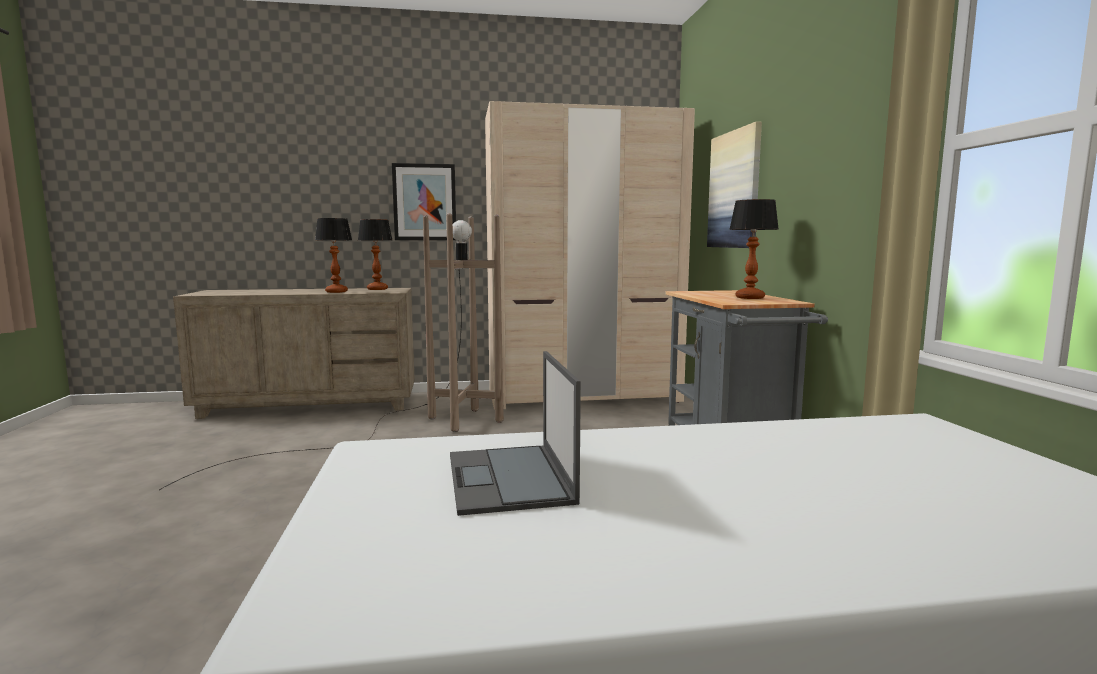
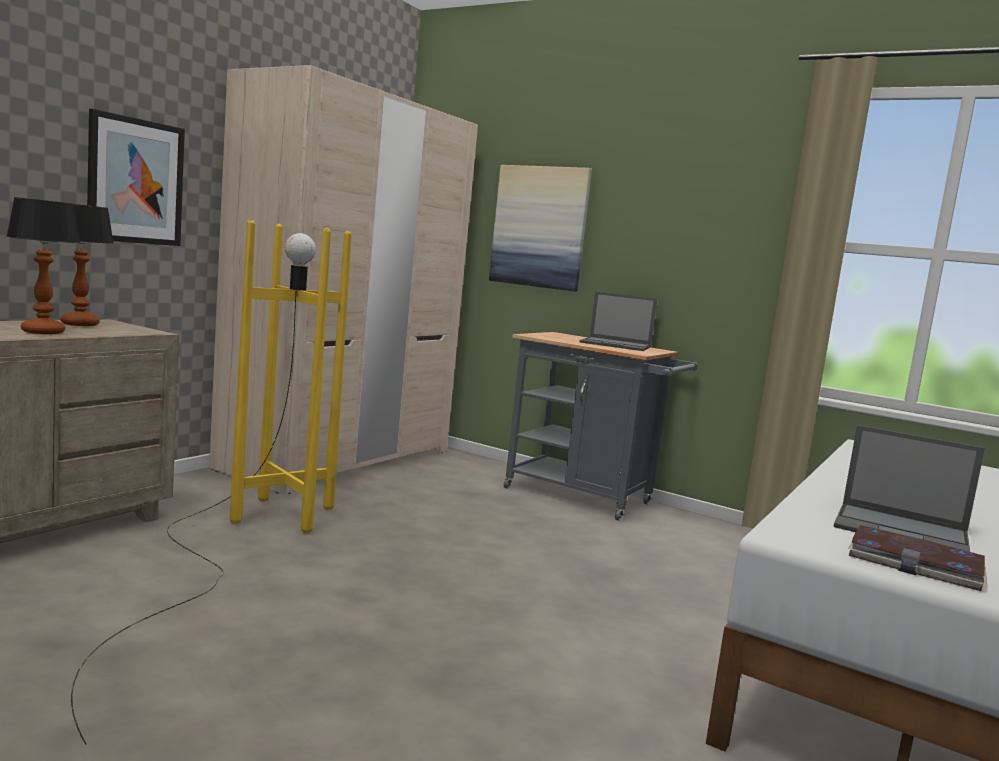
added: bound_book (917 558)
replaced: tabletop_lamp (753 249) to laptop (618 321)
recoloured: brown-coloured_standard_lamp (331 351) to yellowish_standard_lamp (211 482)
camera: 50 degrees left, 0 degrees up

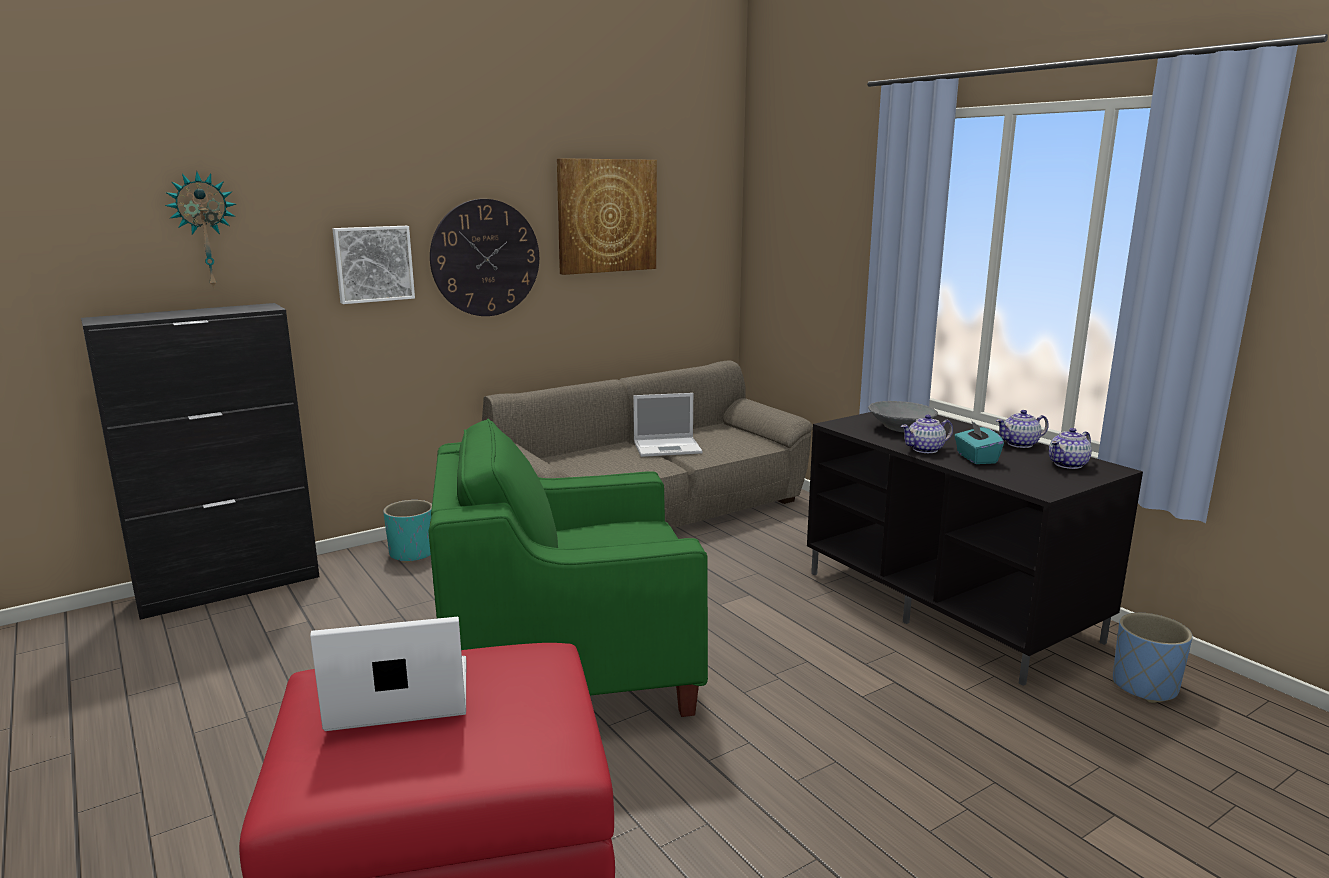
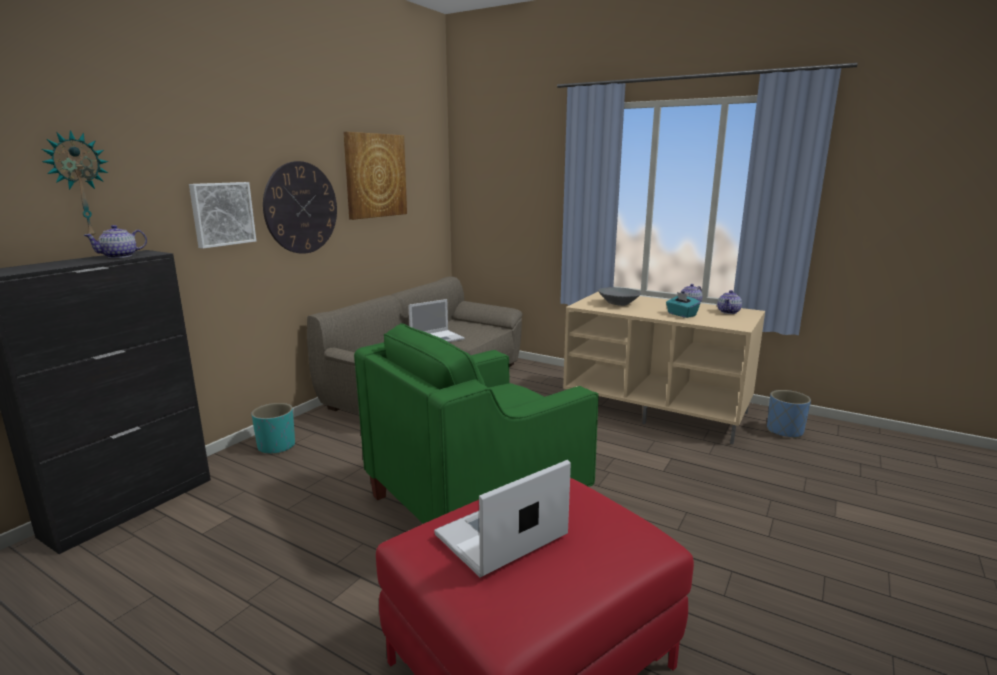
moved: pot_for_tea (927 434) to (115 241)
recoloured: black_tv_unit (975 549) to beige_tv_unit (664 368)
camera: 25 degrees left, 0 degrees up

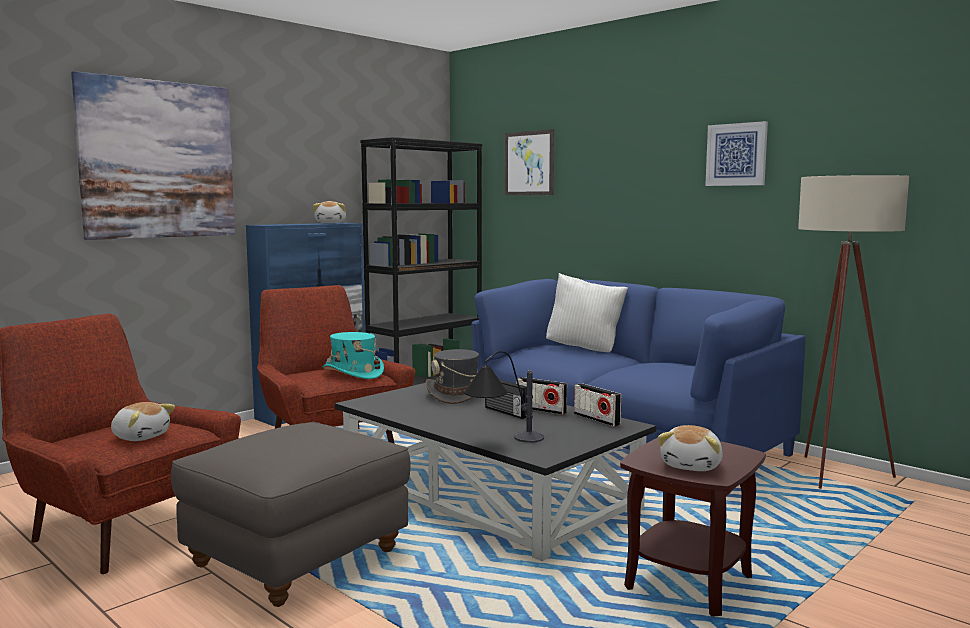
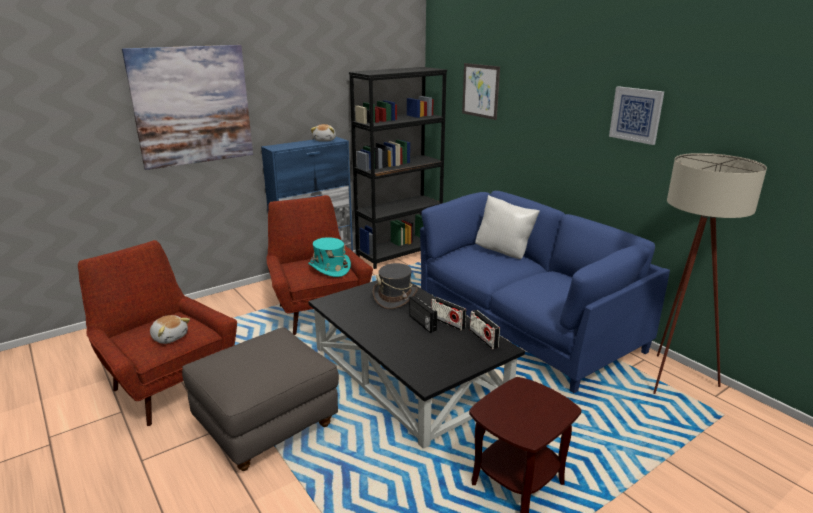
removed: tabletop_lamp (504 397); cuddly_toy (690 448)
camera: 10 degrees right, 15 degrees up

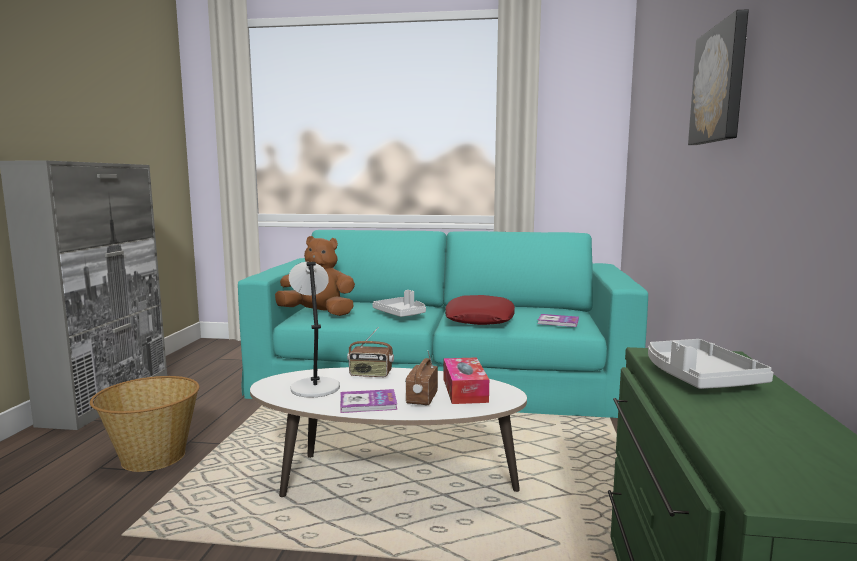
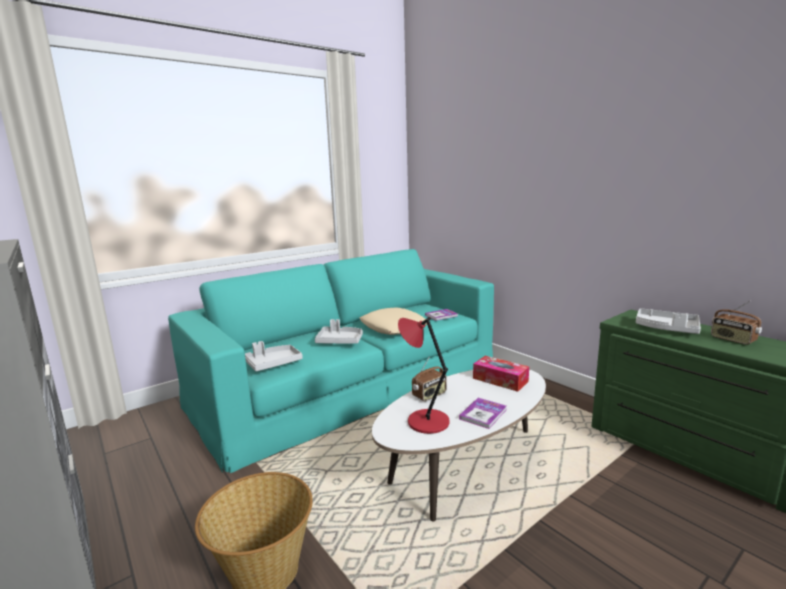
removed: picture (718 77)
moved: radio_receiver (421 378) to (736 323)
replaced: brown-coloured_cuddly_toy (315 276) to greyish_serving_tray (274 356)
recoloured: greyish_tabletop_lamp (314 330) to red-coloured_tabletop_lamp (424 375); red-coloured_pillow (480 310) to beige_pillow (393 321)
camera: 45 degrees left, 5 degrees up

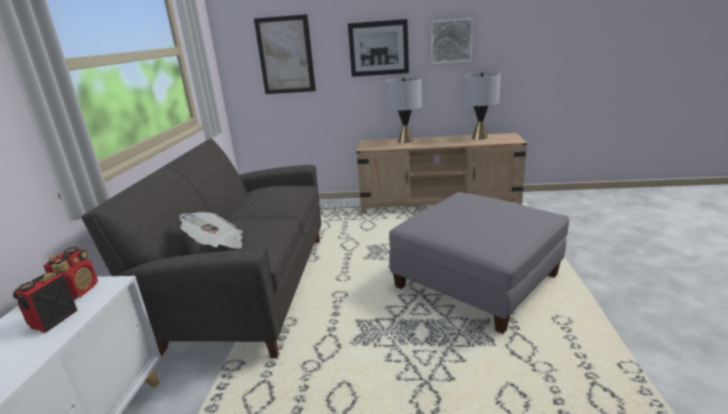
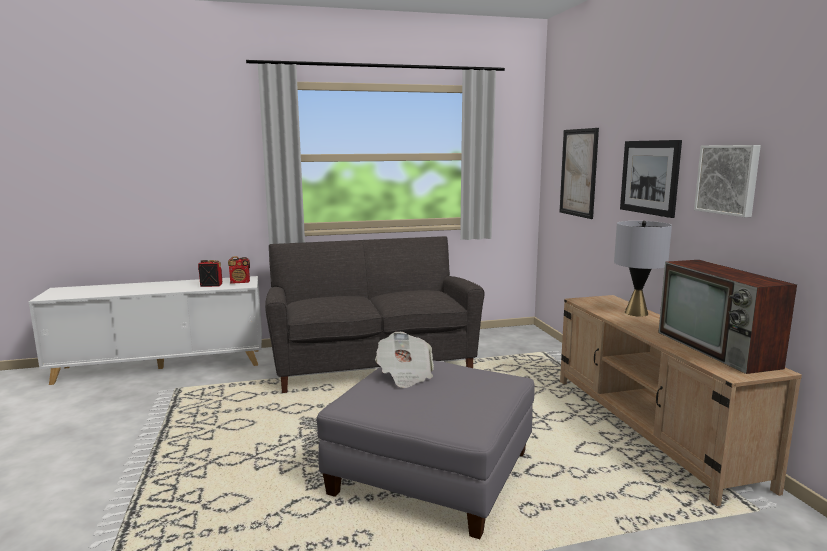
moved: daily_paper (211 230) to (404 360)
replaced: greyish_tabletop_lamp (482 106) to TV (727 317)
camera: 70 degrees right, 10 degrees down

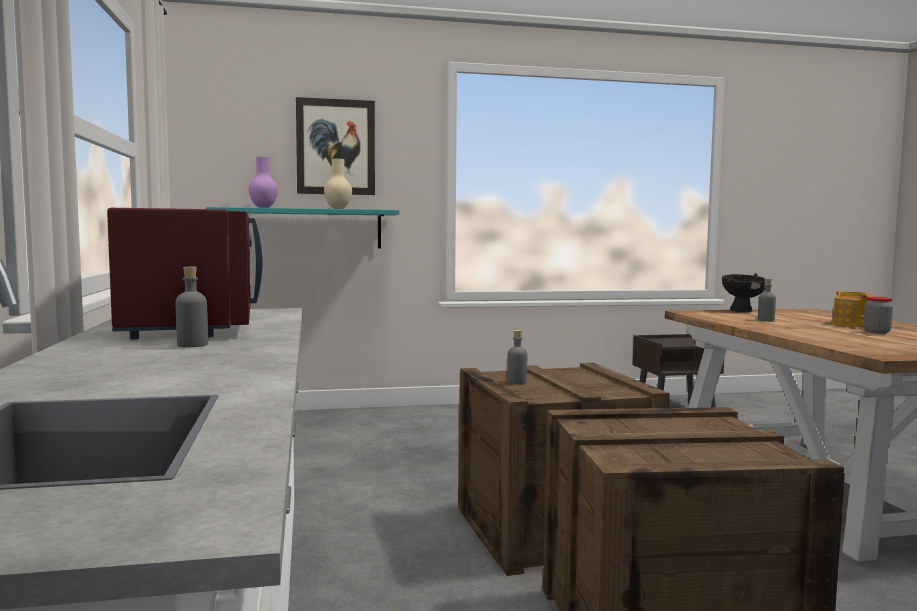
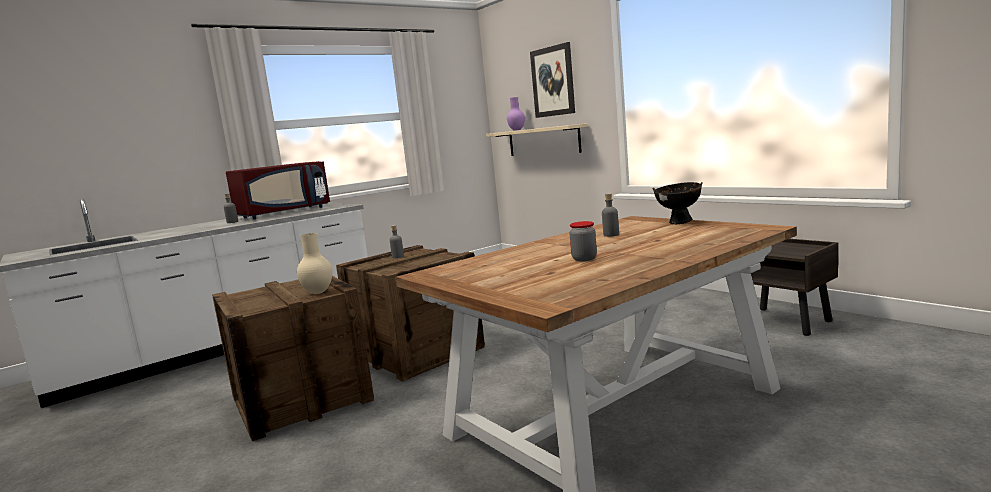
removed: pot_for_tea (853 309)
moved: beige_decorative_vase (338 184) to (314 263)
recoloured: blue-green_wall_shelf (302 227) to beige_wall_shelf (536 139)
camera: 65 degrees right, 5 degrees up

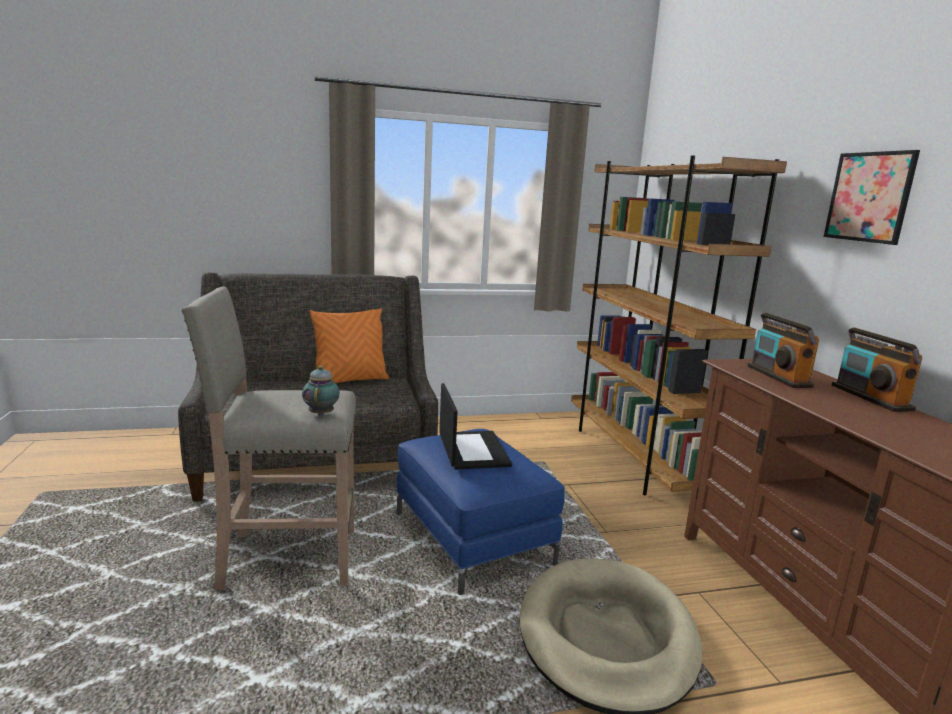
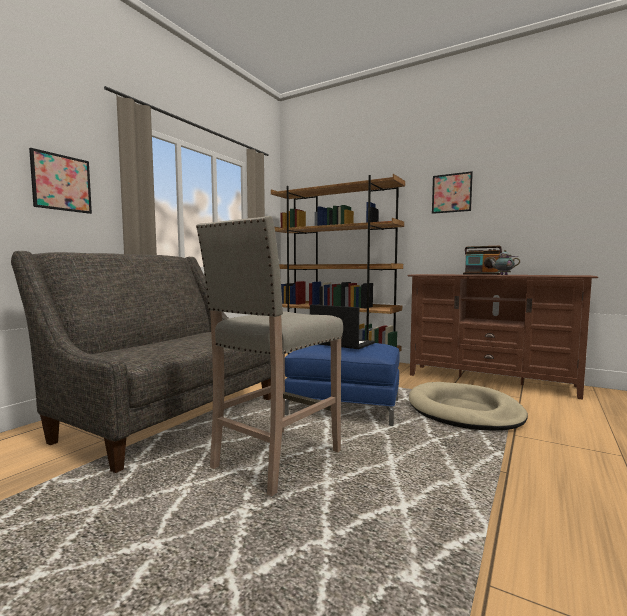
removed: orange-coloured_pillow (349 345); radio_receiver (783 350)
added: picture (60 181)
moved: pot_for_tea (321 391) to (504 262)
camera: 45 degrees left, 10 degrees down

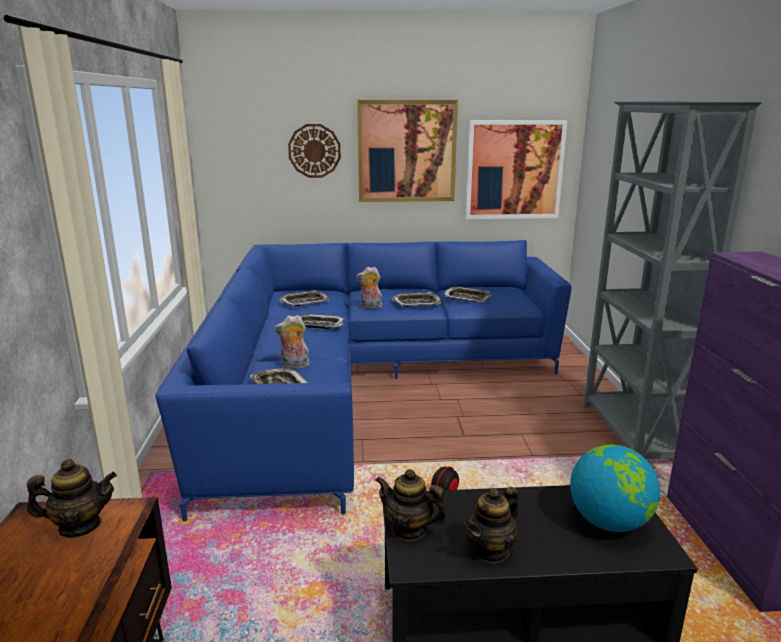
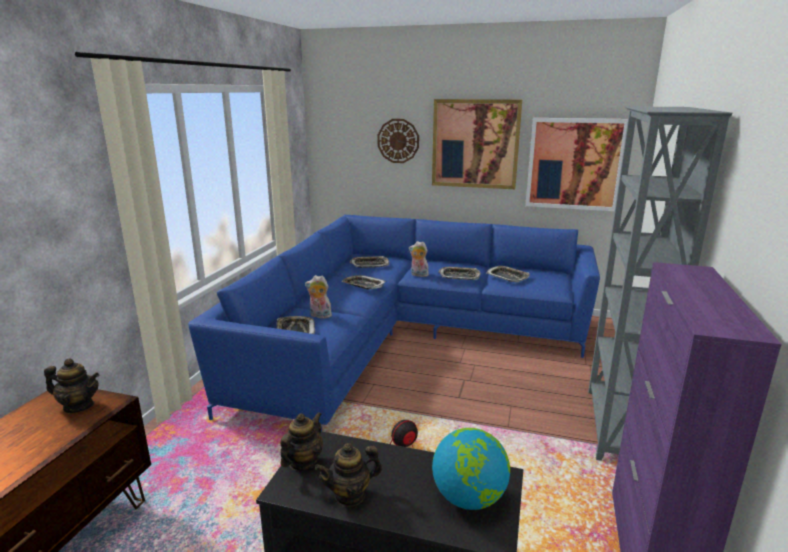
turned: pot_for_tea (411 505) = (301 441) 75 degrees clockwise
camera: 20 degrees right, 0 degrees up

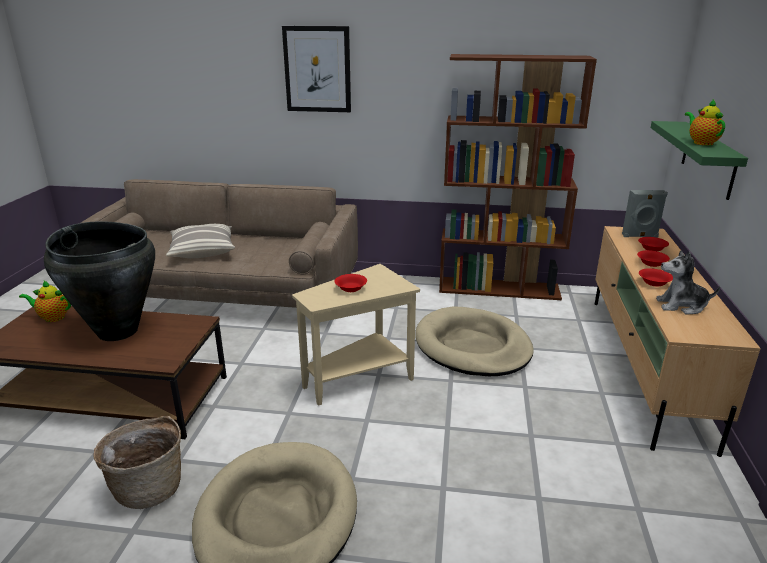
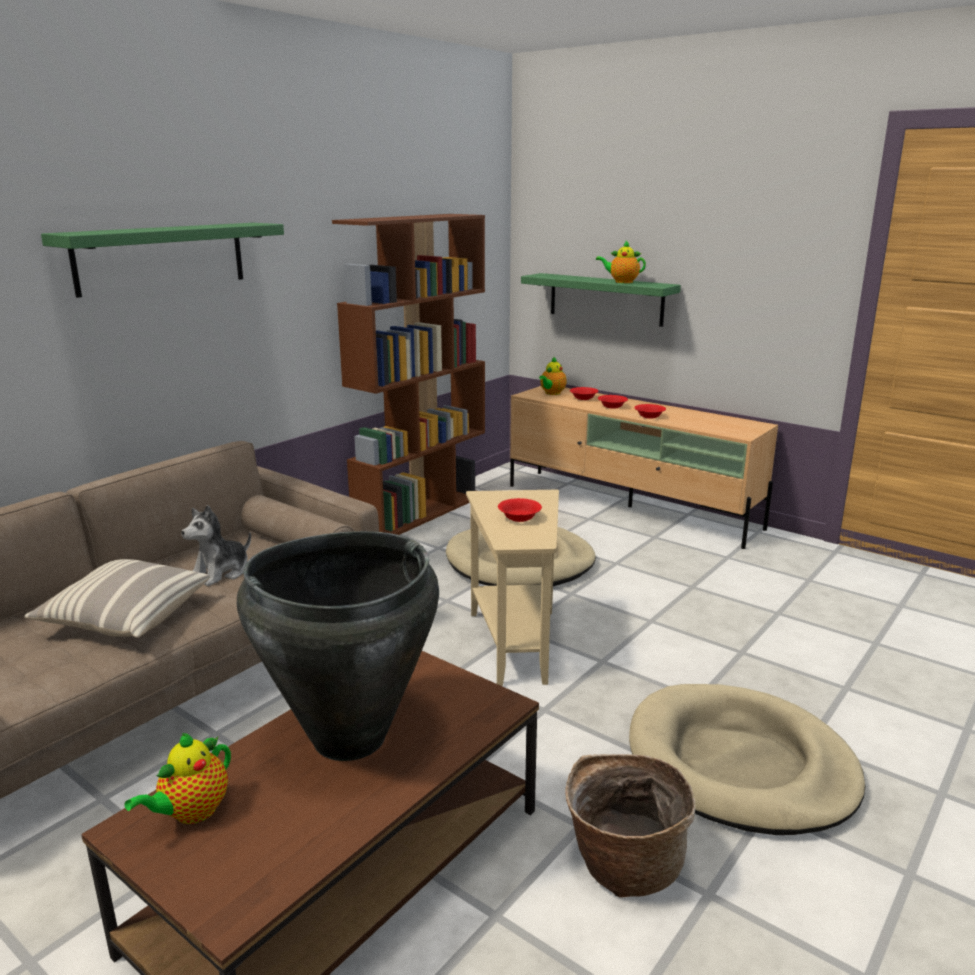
moved: cuddly_toy (688 282) to (216 545)
replaced: picture (316 69) to green-coloured_wall_shelf (162 260); greyish_audio_speaker (645 214) to pot_for_tea (553 376)
camera: 60 degrees left, 5 degrees down

